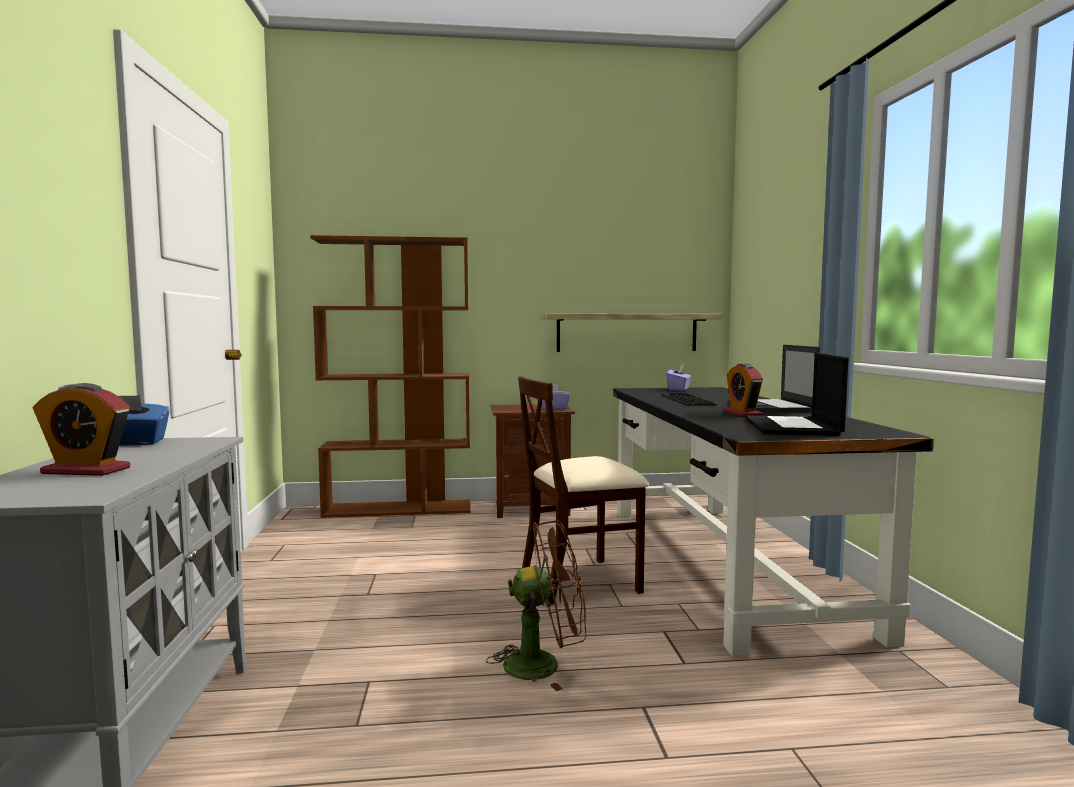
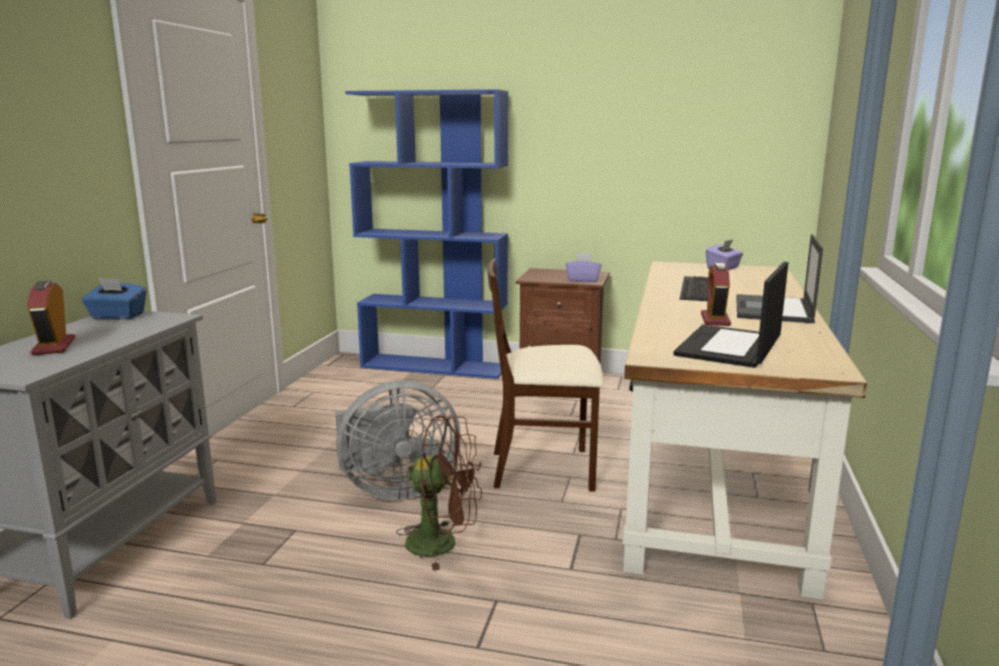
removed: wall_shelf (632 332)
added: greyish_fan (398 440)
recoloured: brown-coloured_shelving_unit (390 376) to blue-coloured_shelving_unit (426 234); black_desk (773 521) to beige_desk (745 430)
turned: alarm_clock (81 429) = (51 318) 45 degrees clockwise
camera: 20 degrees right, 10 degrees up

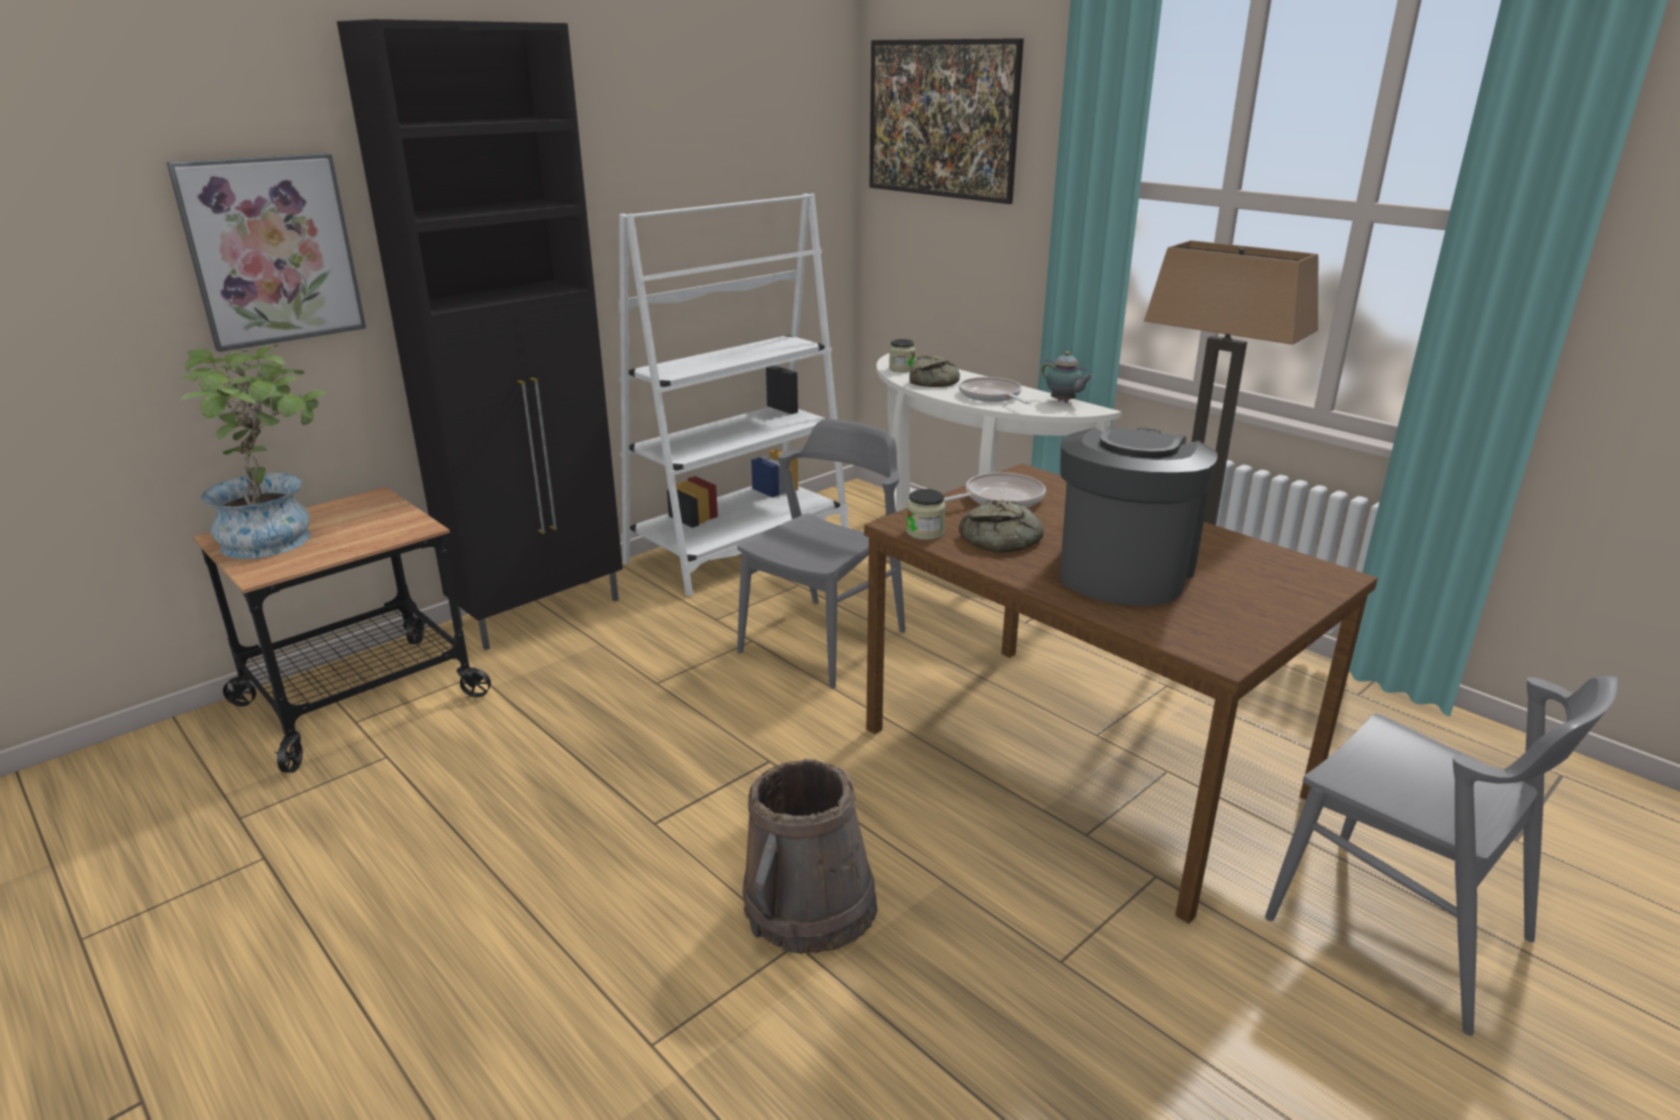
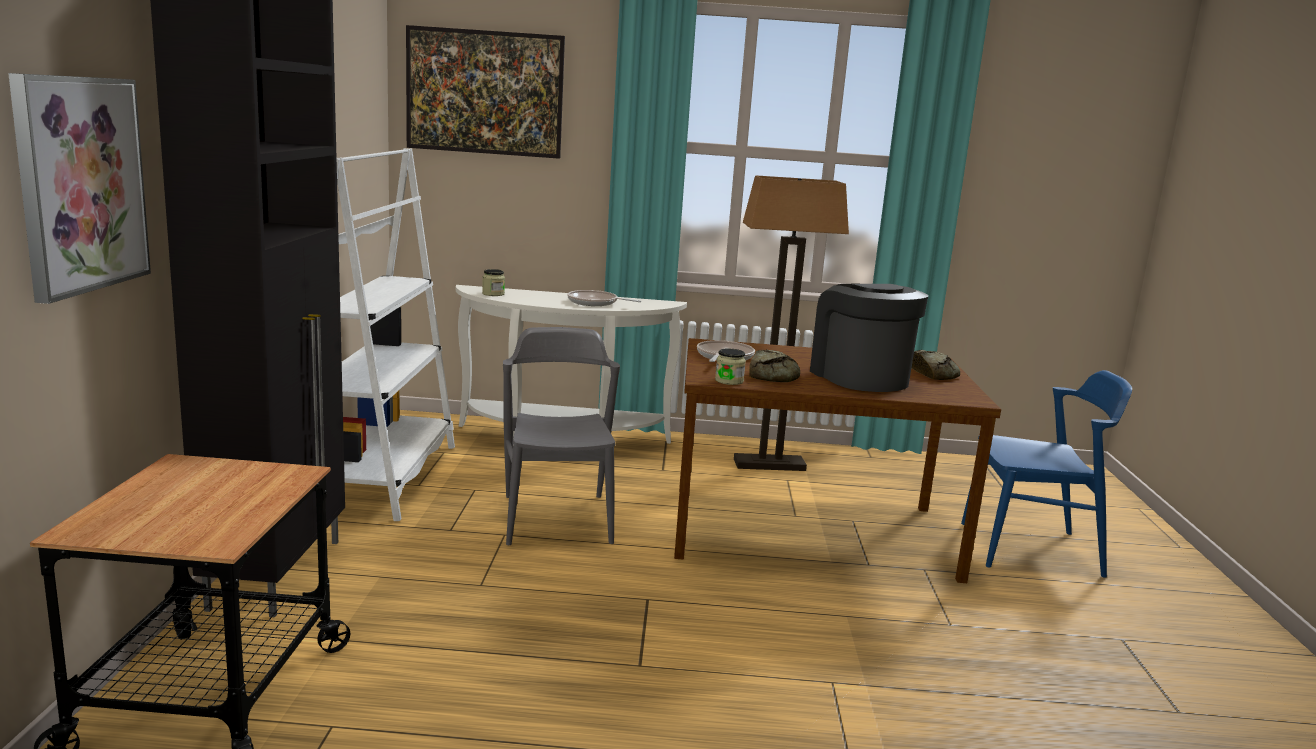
removed: houseplant (254 452); brown-coloured_water_bucket (810 856); pot_for_tea (1067 377)
moved: bread (934 371) to (936 365)
recoloured: greyish_chair (1441 856) to blue-coloured_chair (1046 474)
camera: 45 degrees left, 10 degrees down

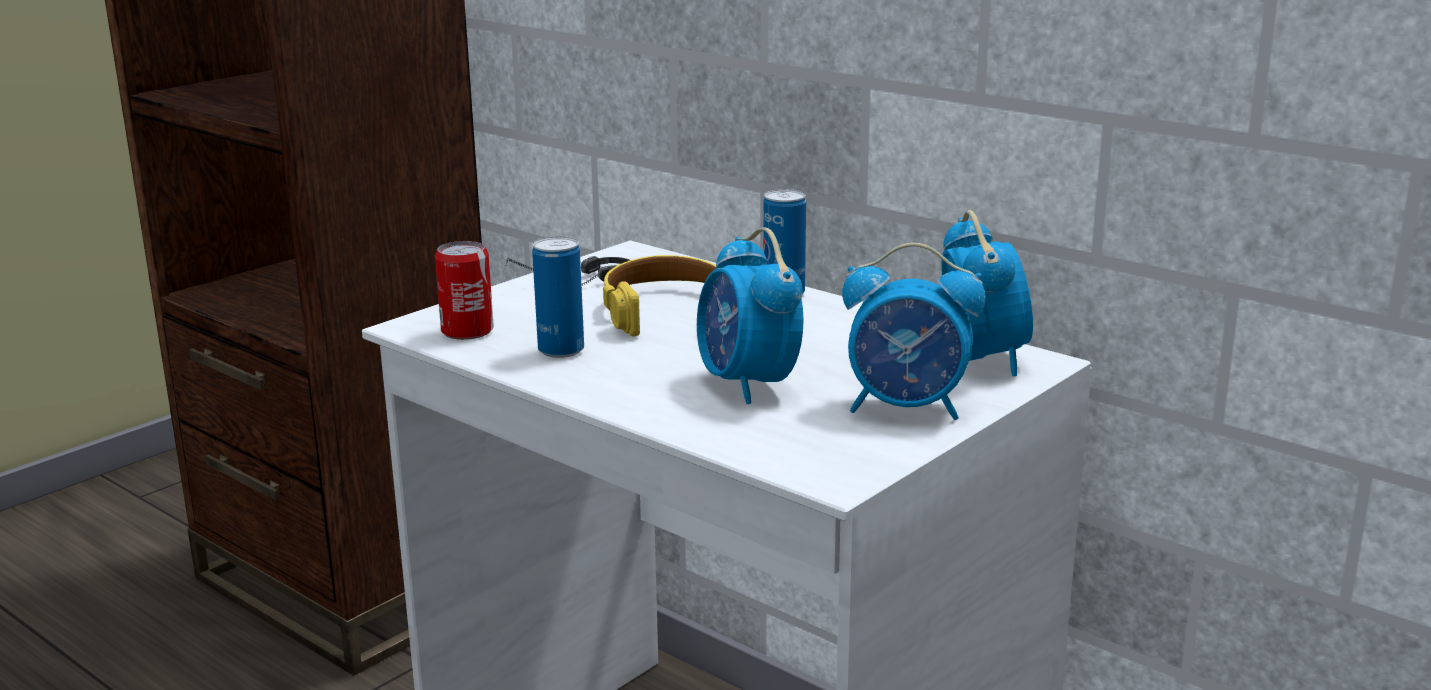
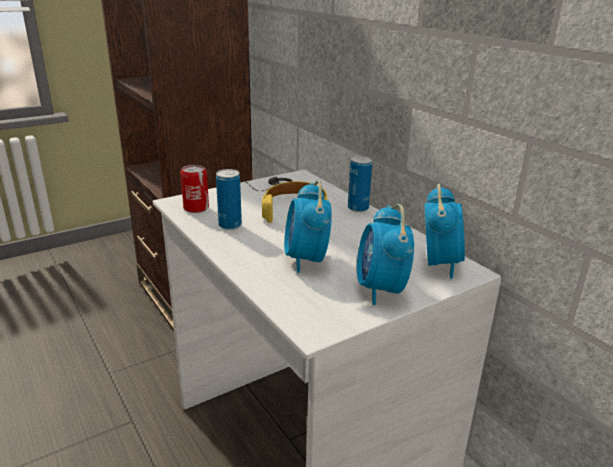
turned: alarm_clock (914 331) = (385 254) 60 degrees clockwise
camera: 15 degrees right, 5 degrees up

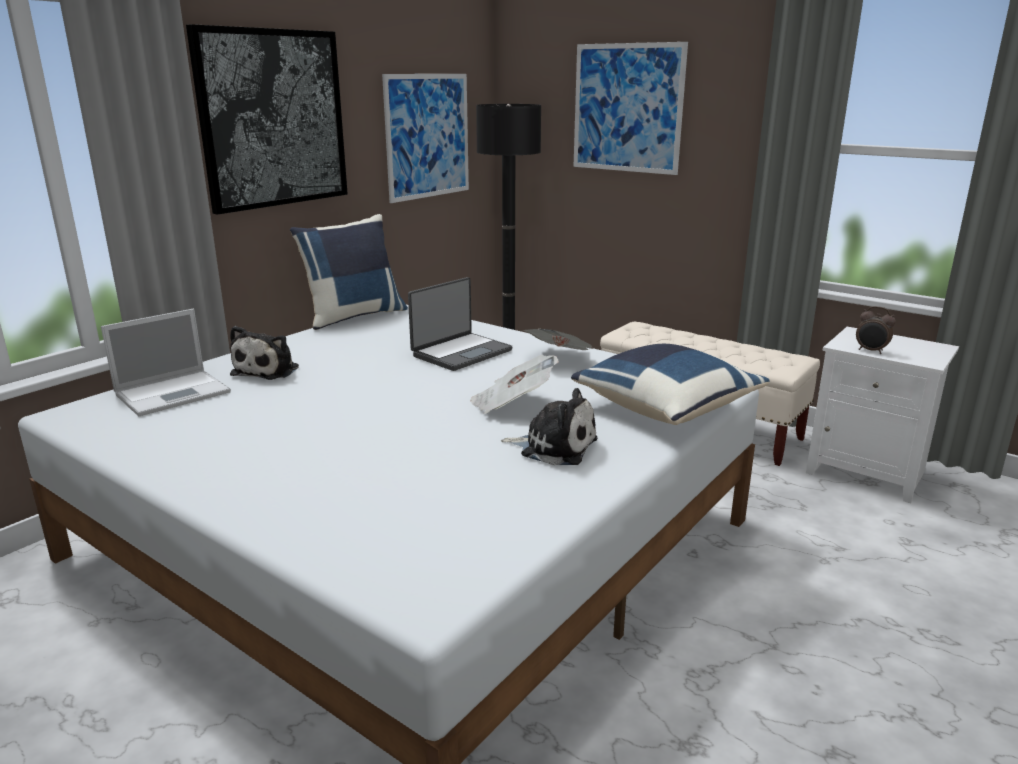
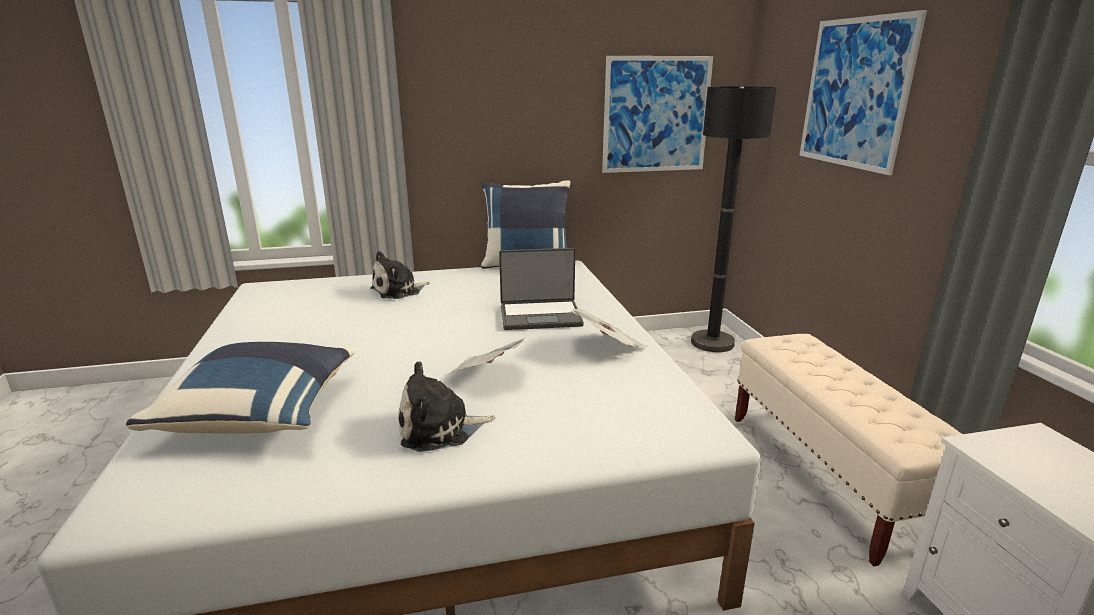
removed: laptop (166 362); picture (267 119); alarm_clock (876 330)
moved: blue-coloured_pillow (670 384) to (240 388)
turned: cuddly_toy (549 426) = (446 406) 105 degrees clockwise
camera: 40 degrees right, 0 degrees up

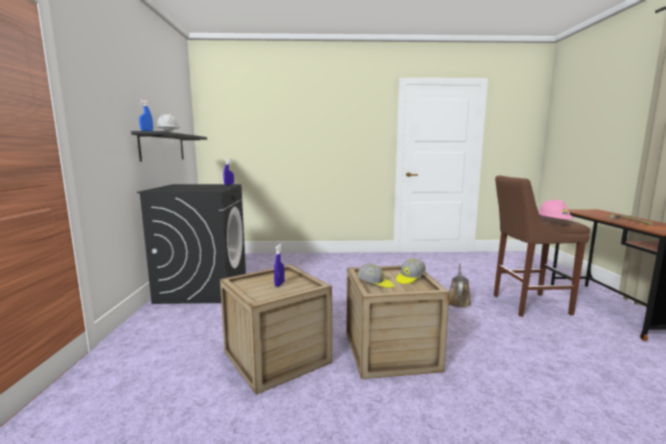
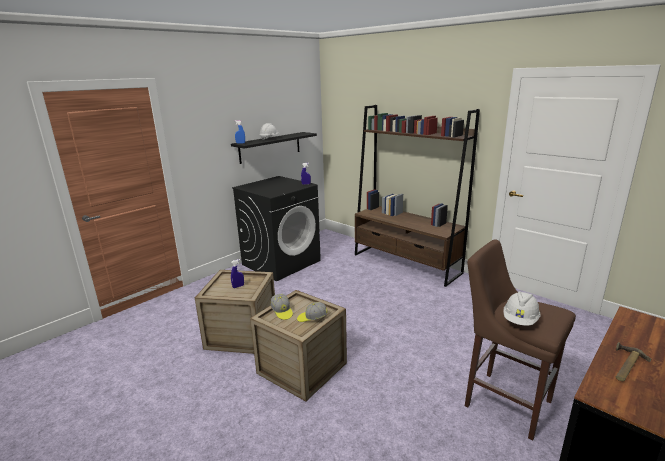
removed: brown-coloured_watering_pot (460 285)
added: brown-coloured_shelving_unit (417 196)
recoloured: pinkish_hard_hat (556 209) to whitish_hard_hat (521 308)
camera: 45 degrees right, 10 degrees up

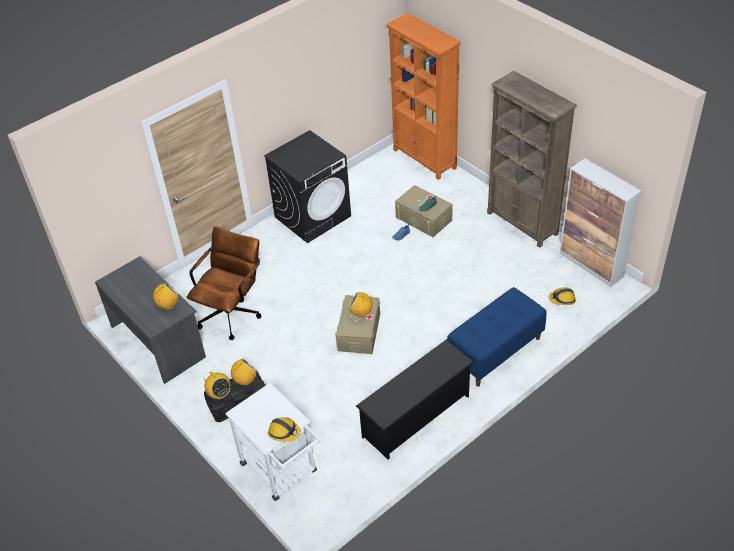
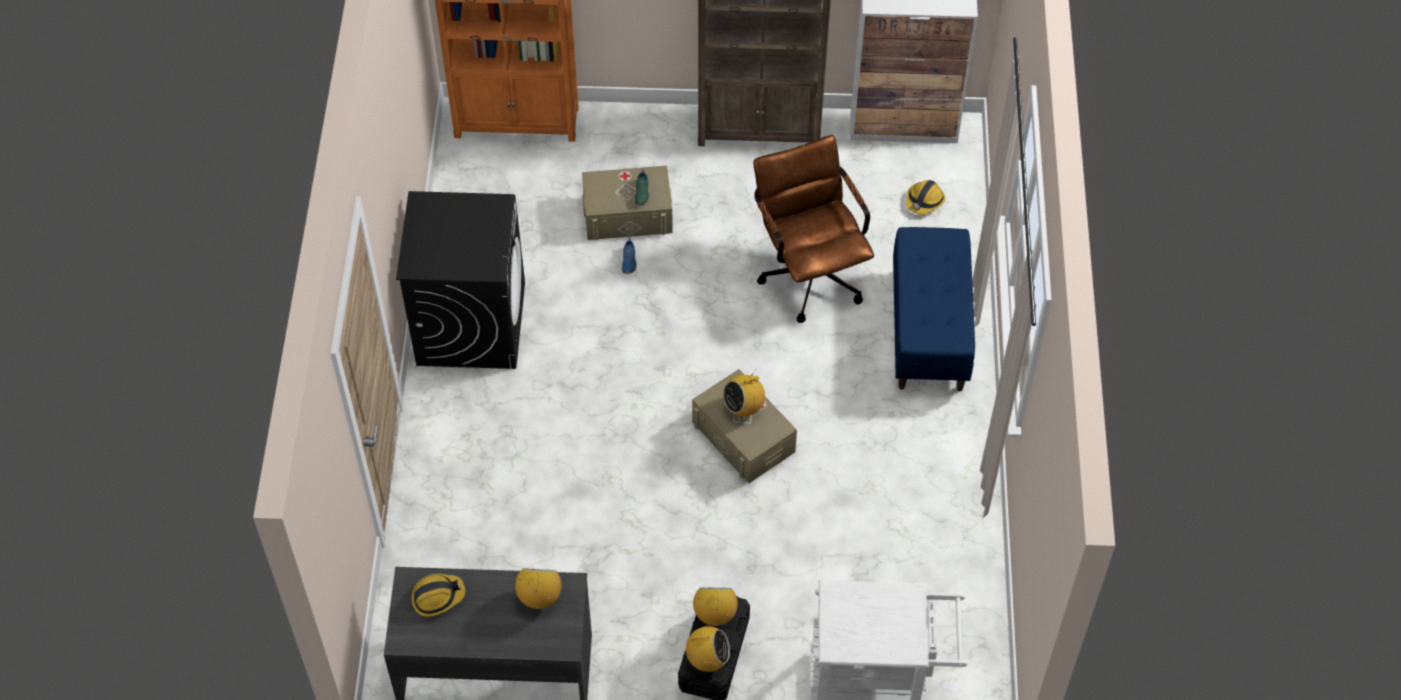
removed: black_shoe_shelf (415 400)
moved: brown-coloured_office_chair (224 283) to (813 229); hard_hat (284 429) to (438 595)
camera: 50 degrees left, 10 degrees up

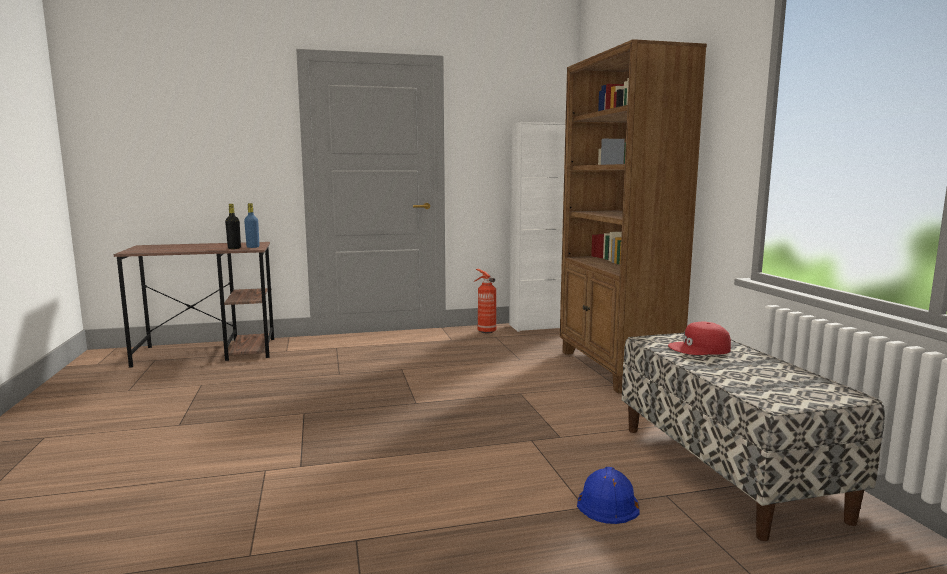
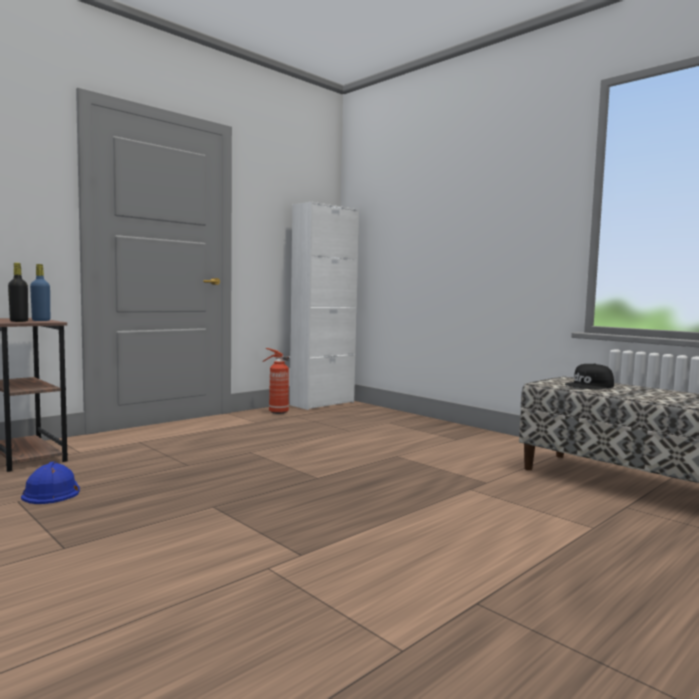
removed: brown-coloured_shelving_unit (633 216)
moved: blue-coloured_hard_hat (608 495) to (50 483)
recoloured: red-coloured_baseball_cap (699 338) to black_baseball_cap (589 376)
camera: 30 degrees left, 5 degrees down

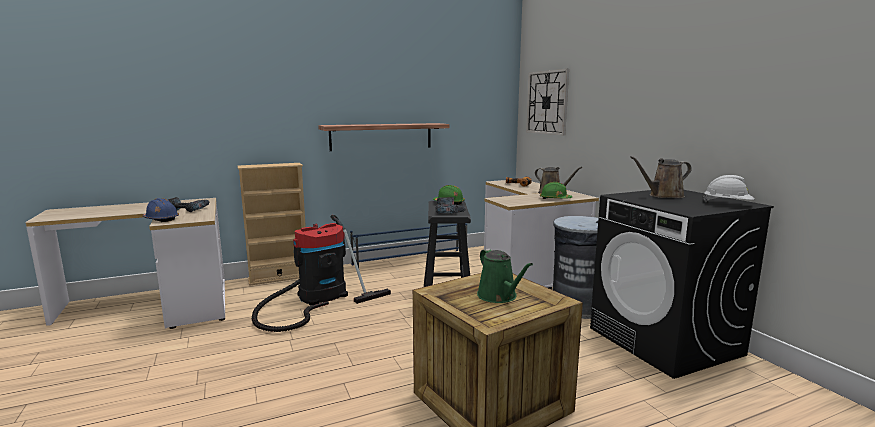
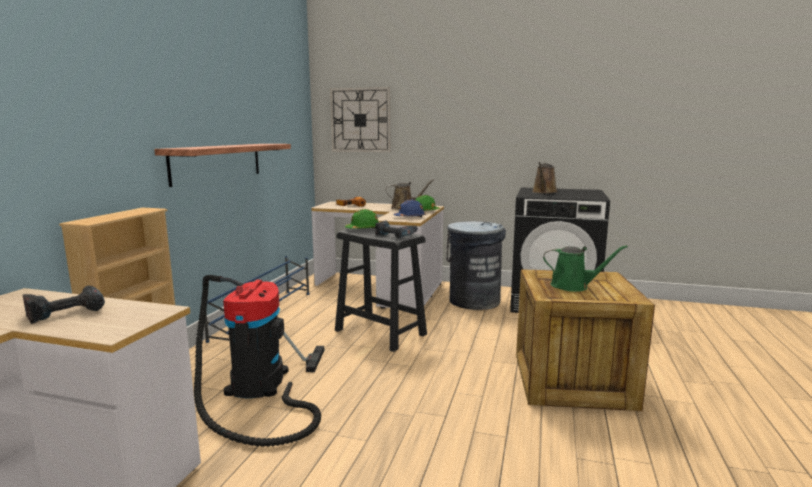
removed: whitish_hard_hat (728 188)
moved: blue-coloured_hard_hat (160 210) to (410 208)
camera: 50 degrees left, 0 degrees up

